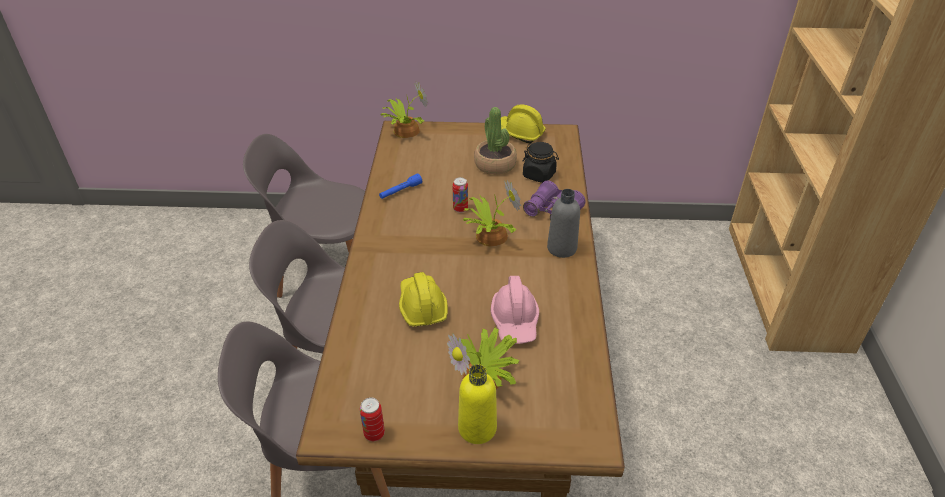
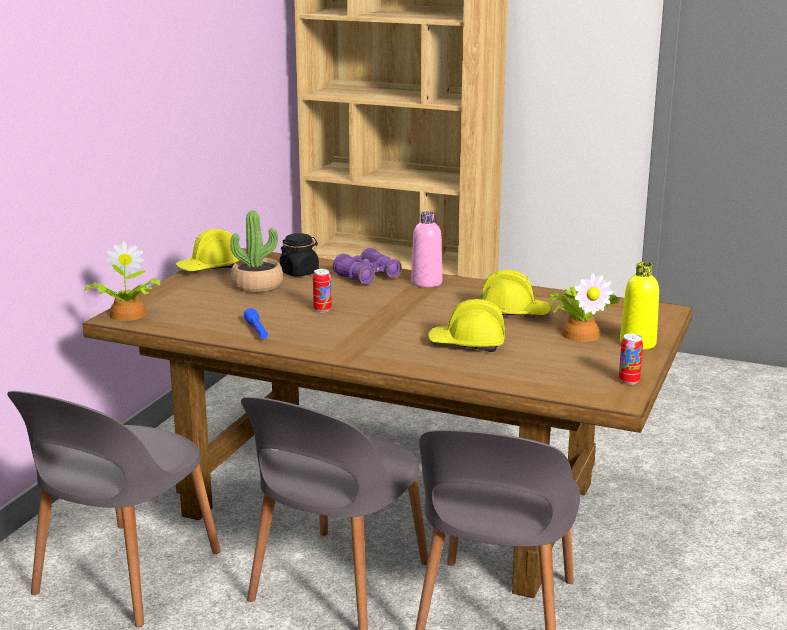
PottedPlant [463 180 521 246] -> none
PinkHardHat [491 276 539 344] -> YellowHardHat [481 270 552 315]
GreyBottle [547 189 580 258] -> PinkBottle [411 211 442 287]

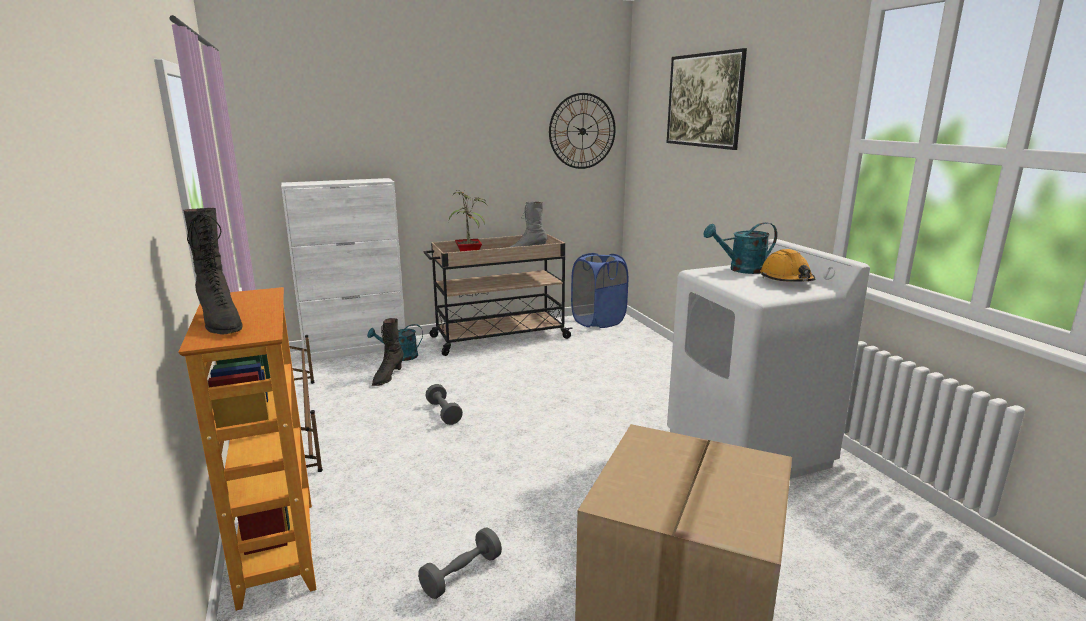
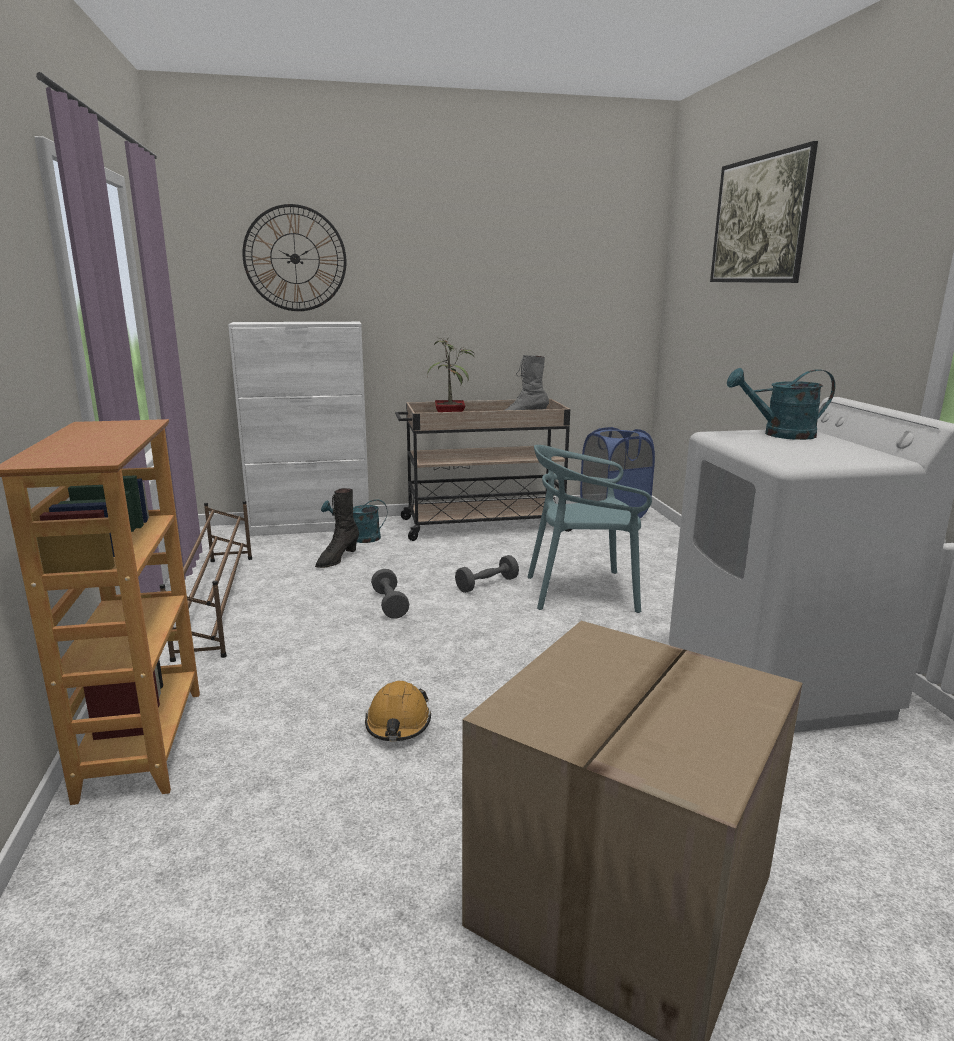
BlackBoot [183 208 243 335] -> none
GreyDumbbell [418 528 502 599] -> GreyDumbbell [455 555 519 593], move
WallClock [549 93 616 169] -> WallClock [242 204 346 311], move
OrangeHardHat [760 249 815 282] -> OrangeHardHat [365 681 431 741], move
none -> TurquoiseChair [528 445 652 613]

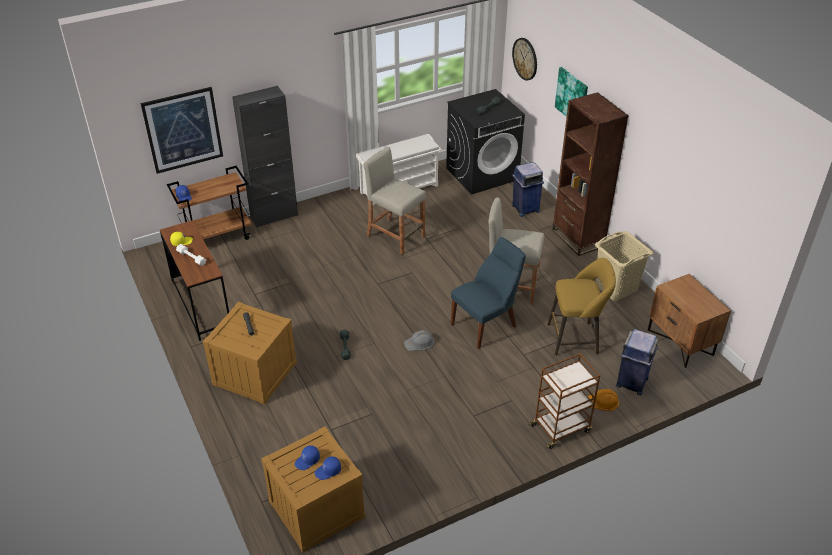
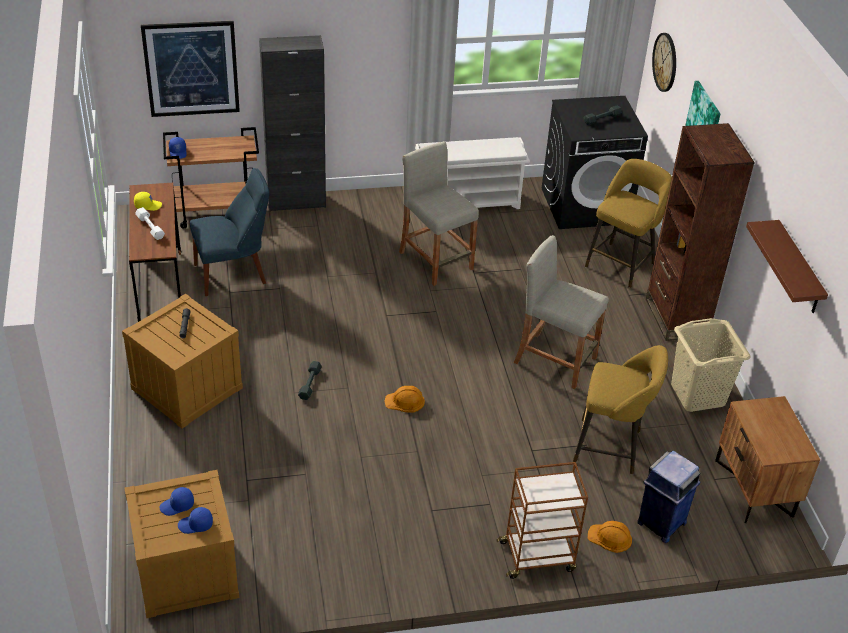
GreyHardHat [404 330 434 351] -> OrangeHardHat [385 386 425 413]
BlueChair [451 237 526 349] -> BlueChair [190 168 269 296], move
BlueTrashCan [512 162 544 217] -> YellowStool [585 159 672 288]
none -> BrownShelf [746 220 828 313]

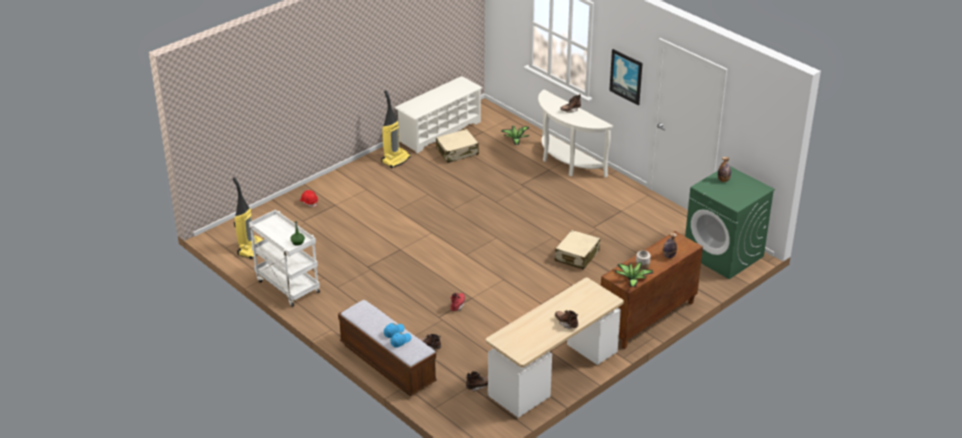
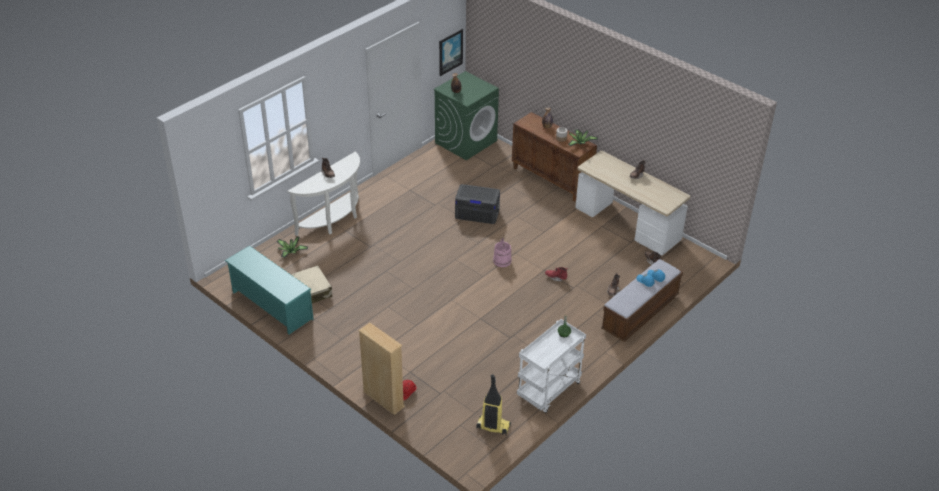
VacuumCleaner [381 90 411 168] -> none
WhiteShoeRack [395 76 482 153] -> TurquoiseShoeRack [225 246 314 335]
BeigeSuitcase [555 230 600 270] -> GreyStorageBox [455 184 500 224]
Picture [609 49 643 105] -> Picture [439 29 463 76], move
none -> BeigeBookcase [359 323 405 415]
none -> PinkBucket [493 237 512 267]

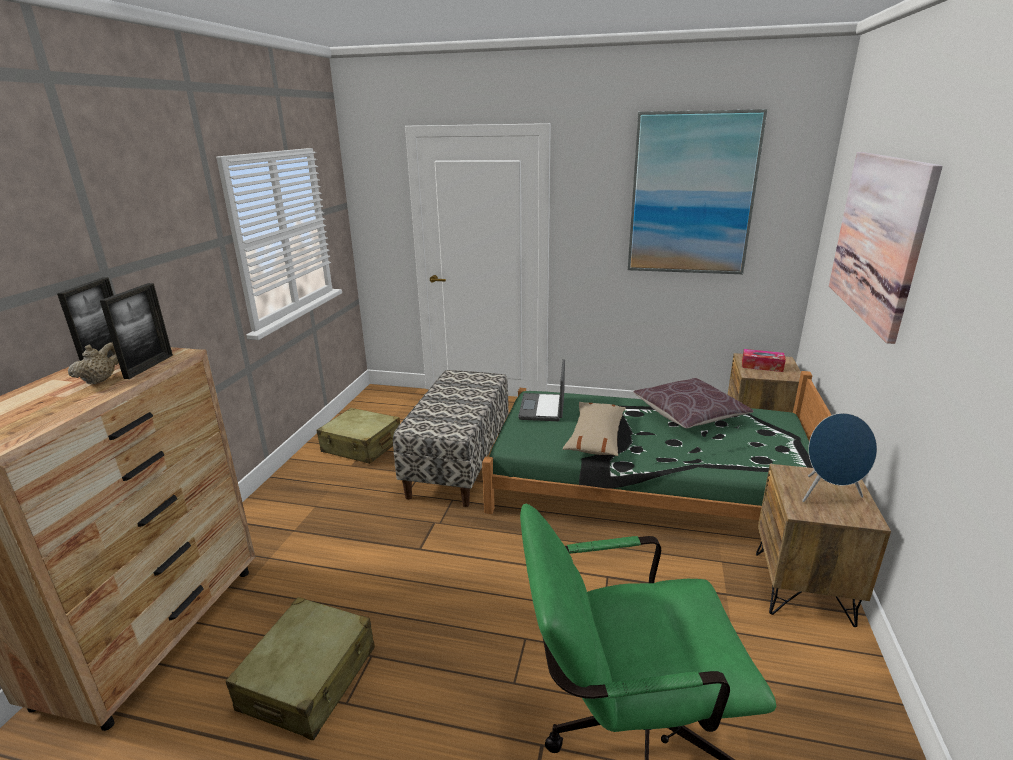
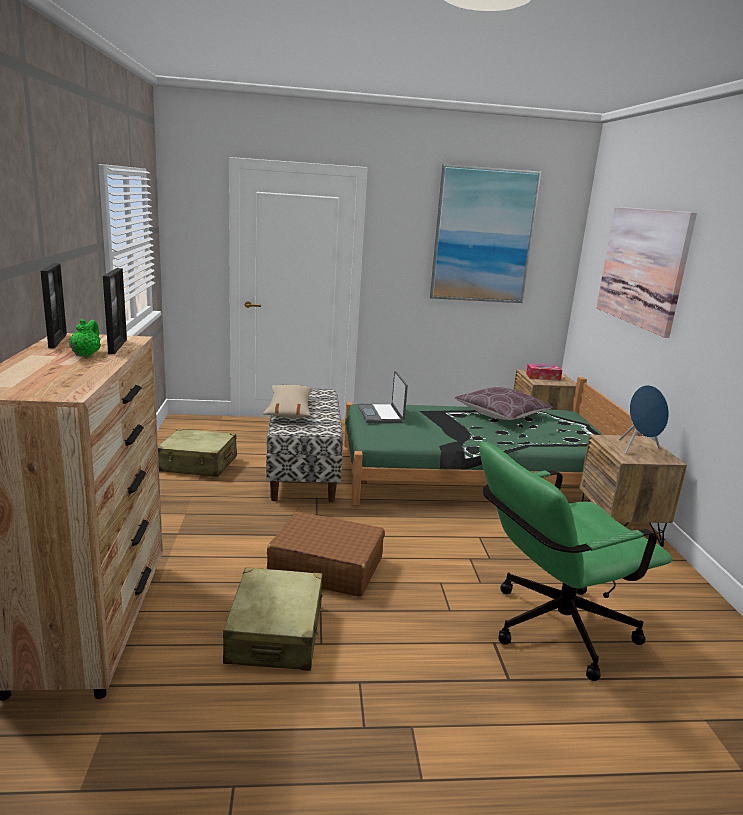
BeigeTeapot [68 342 119 384] -> GreenTeapot [69 319 101 357]
BeigePillow [563 402 626 456] -> BeigePillow [263 385 313 418], move
none -> BrownSuitcase [267 512 385 597]

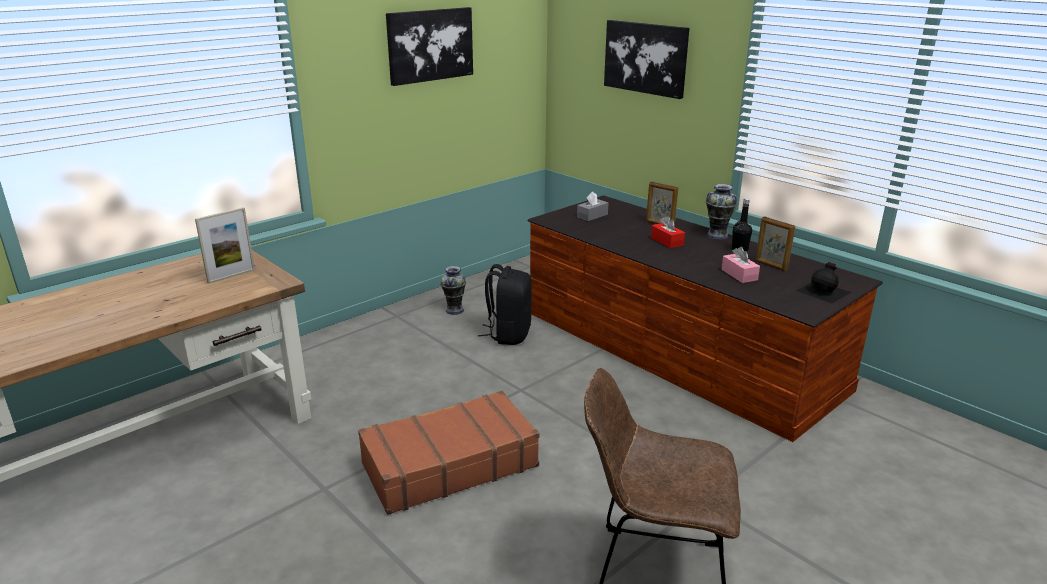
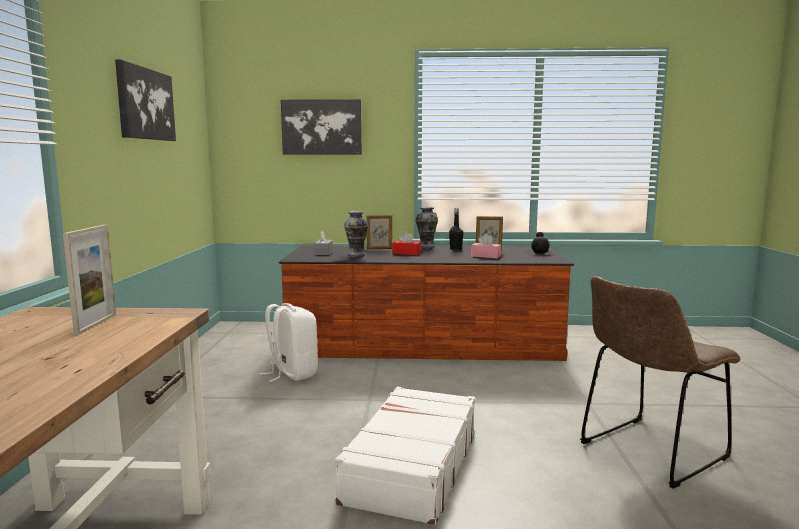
BrownSuitcase [358 391 539 515] -> WhiteSuitcase [335 387 475 525]
Vase [440 266 466 315] -> Vase [344 211 368 257], move
BlackBackpack [478 264 532 345] -> WhiteBackpack [260 303 318 382]

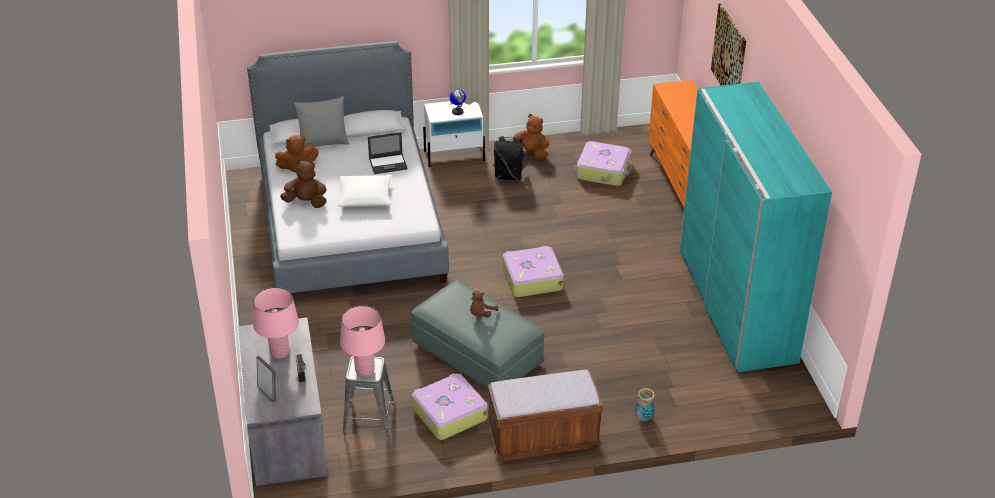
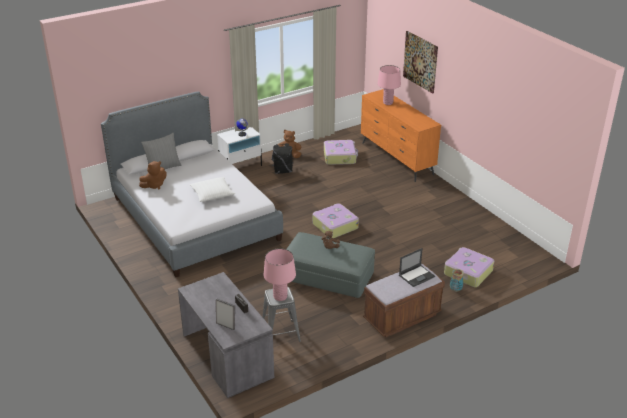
PinkTableLamp [253 287 299 359] -> PinkTableLamp [378 65 401 105], move
BrownPlushToy [280 159 327 208] -> none
Laptop [368 132 408 174] -> Laptop [399 248 435 287], move
Suitcase [412 373 487 440] -> Suitcase [444 247 494 287], move
TurquoiseWardrobe [679 82 832 372] -> none

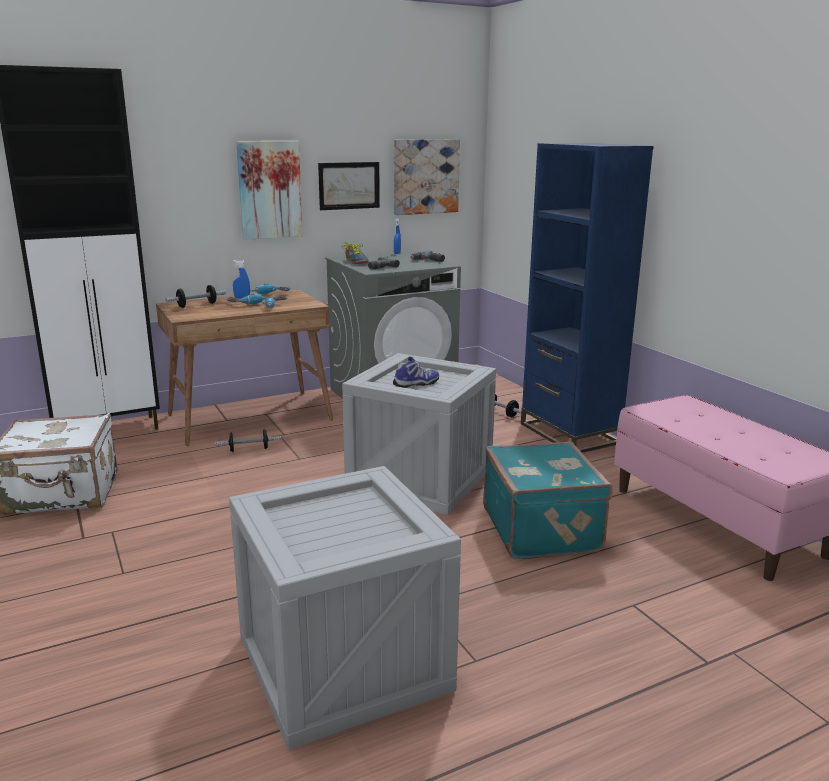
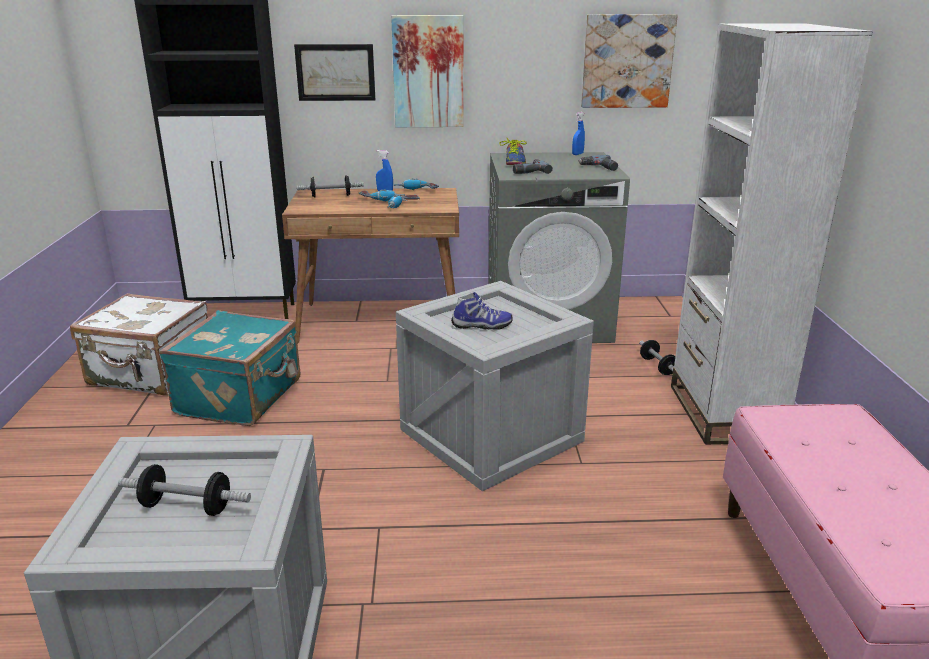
Dumbbell [215 430 281 452] -> Dumbbell [118 464 251 516], move
Picture [318 162 380 210] -> Picture [294 44 375 101], move
TurquoiseSuitcase [483 441 613 559] -> TurquoiseSuitcase [159 310 301 426], move
BlueBookcase [521 143 654 453] -> WhiteBookcase [671 23 873 445]

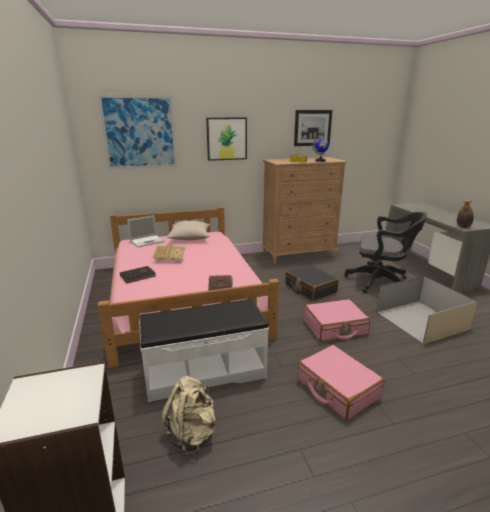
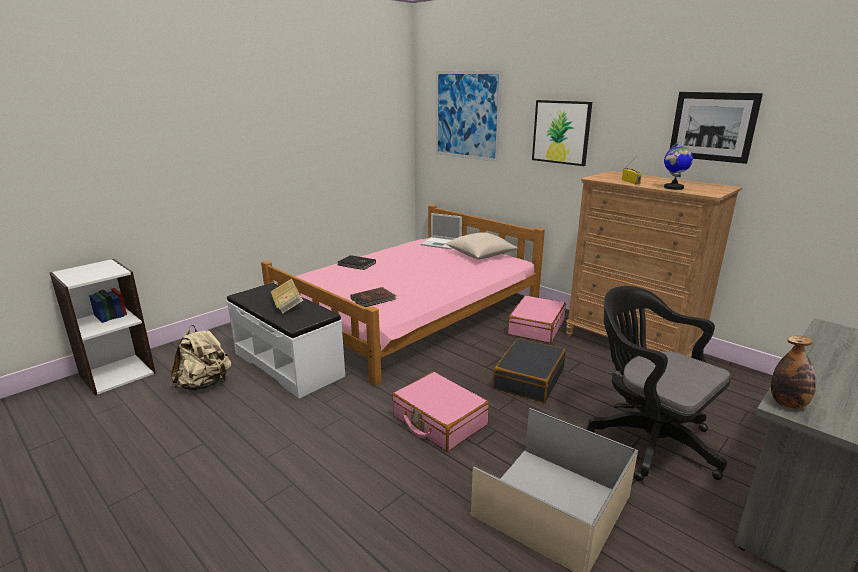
Book [152 245 186 263] -> Book [271 279 303 314], move
PinkSuitcase [298 345 385 421] -> PinkSuitcase [507 296 566 343], move
BlackOfficeChair [345 212 427 293] -> BlackOfficeChair [586 286 730 481], 150 degrees clockwise

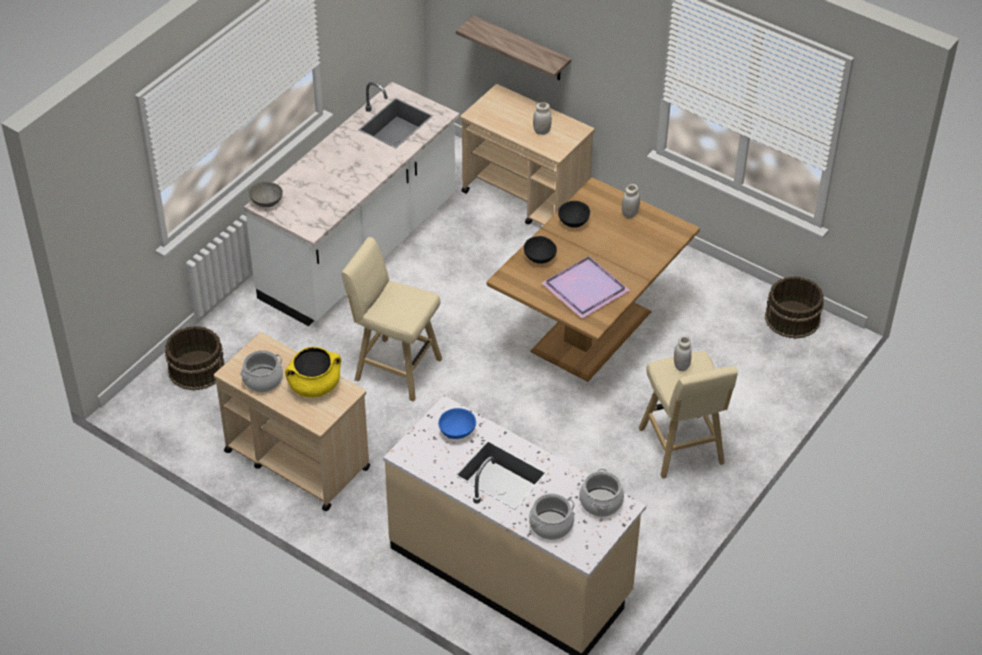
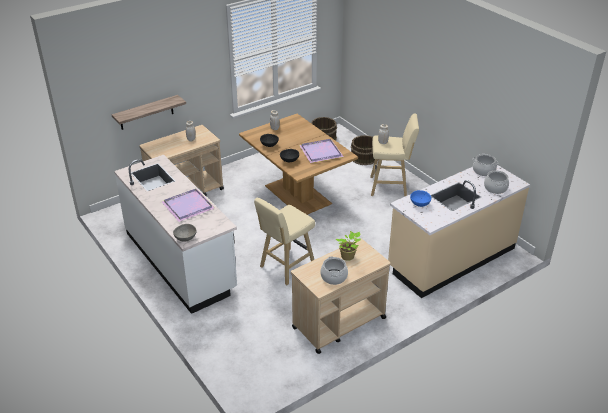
BrownBucket [165 326 225 391] -> BrownBucket [351 135 375 165], move
YellowCookingPot [285 347 341 397] -> PottedPlant [336 231 361 261]
none -> PurpleTray [162 189 215 222]

